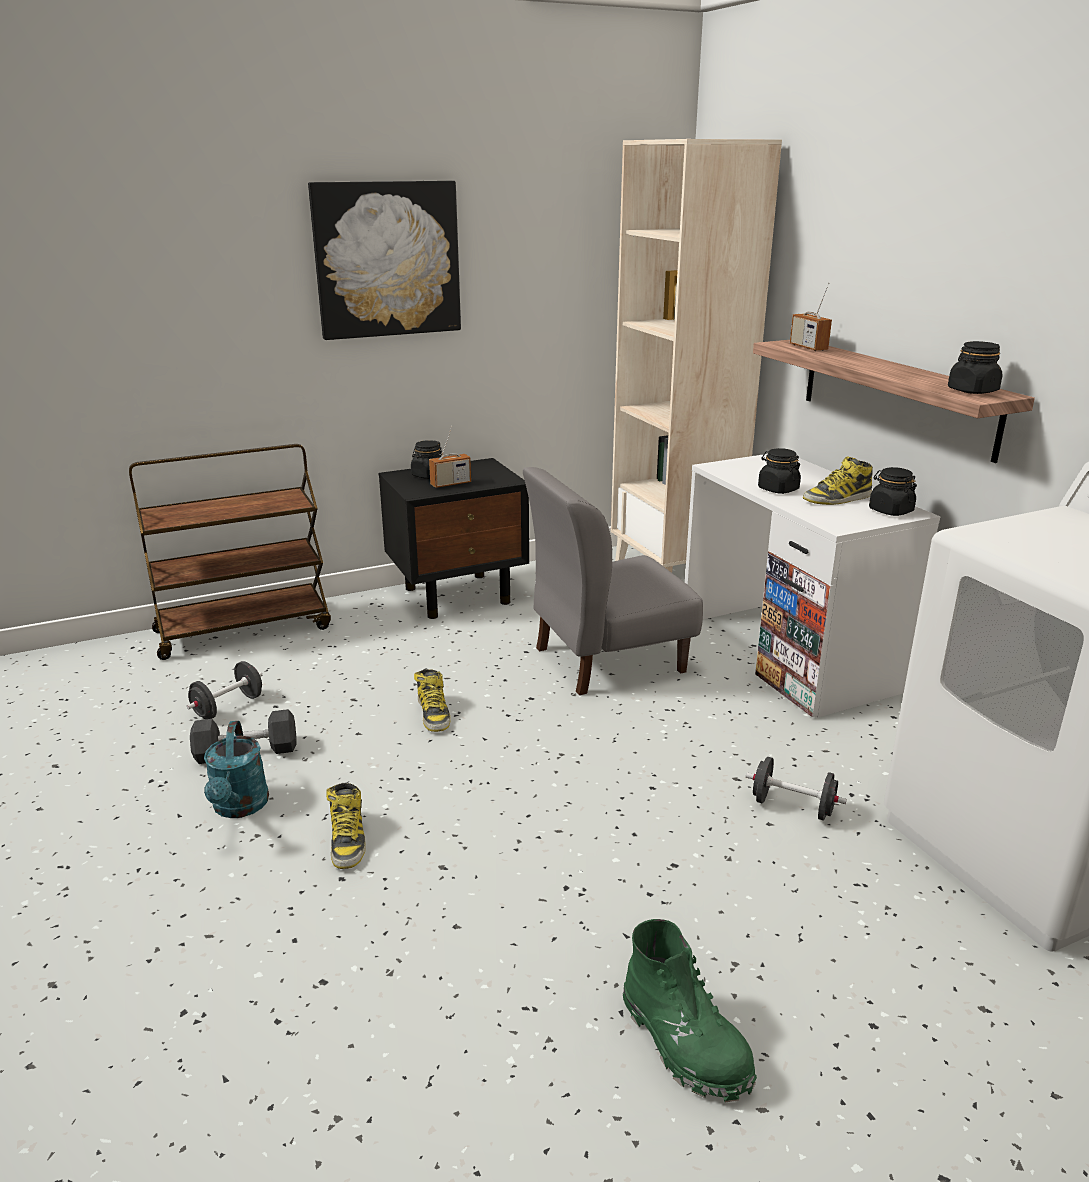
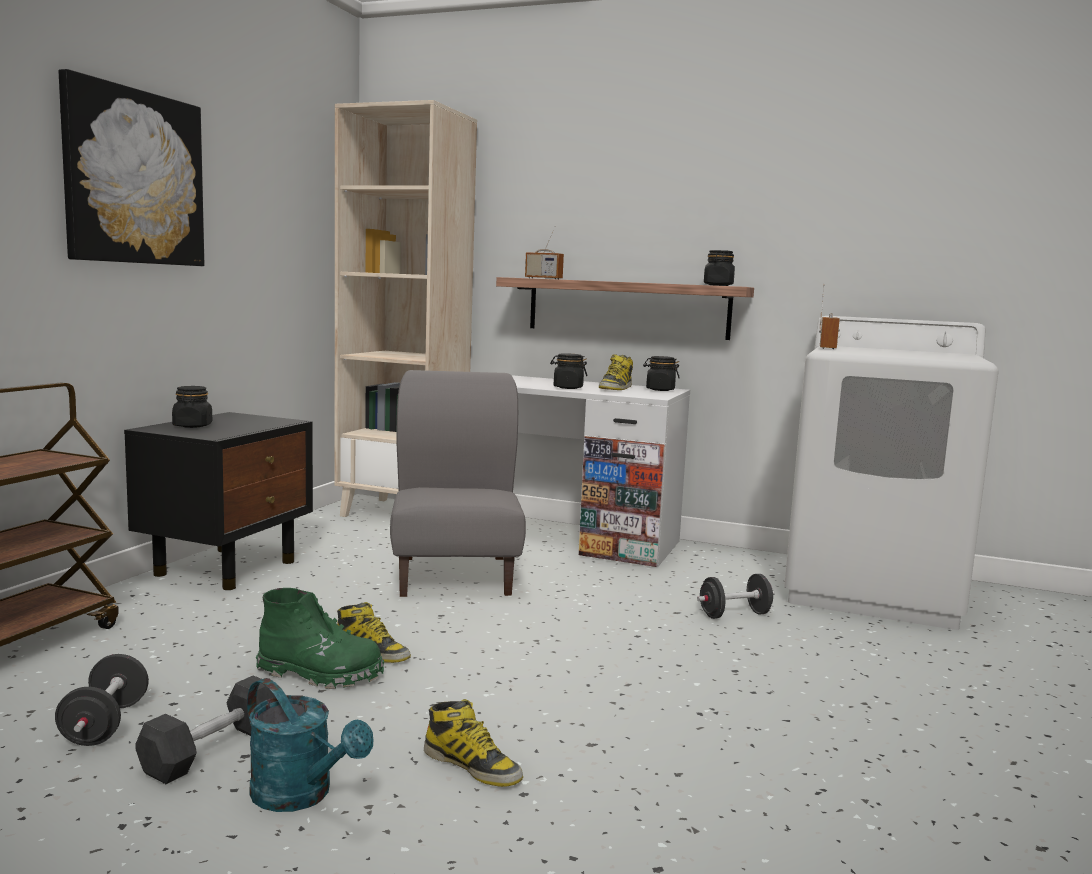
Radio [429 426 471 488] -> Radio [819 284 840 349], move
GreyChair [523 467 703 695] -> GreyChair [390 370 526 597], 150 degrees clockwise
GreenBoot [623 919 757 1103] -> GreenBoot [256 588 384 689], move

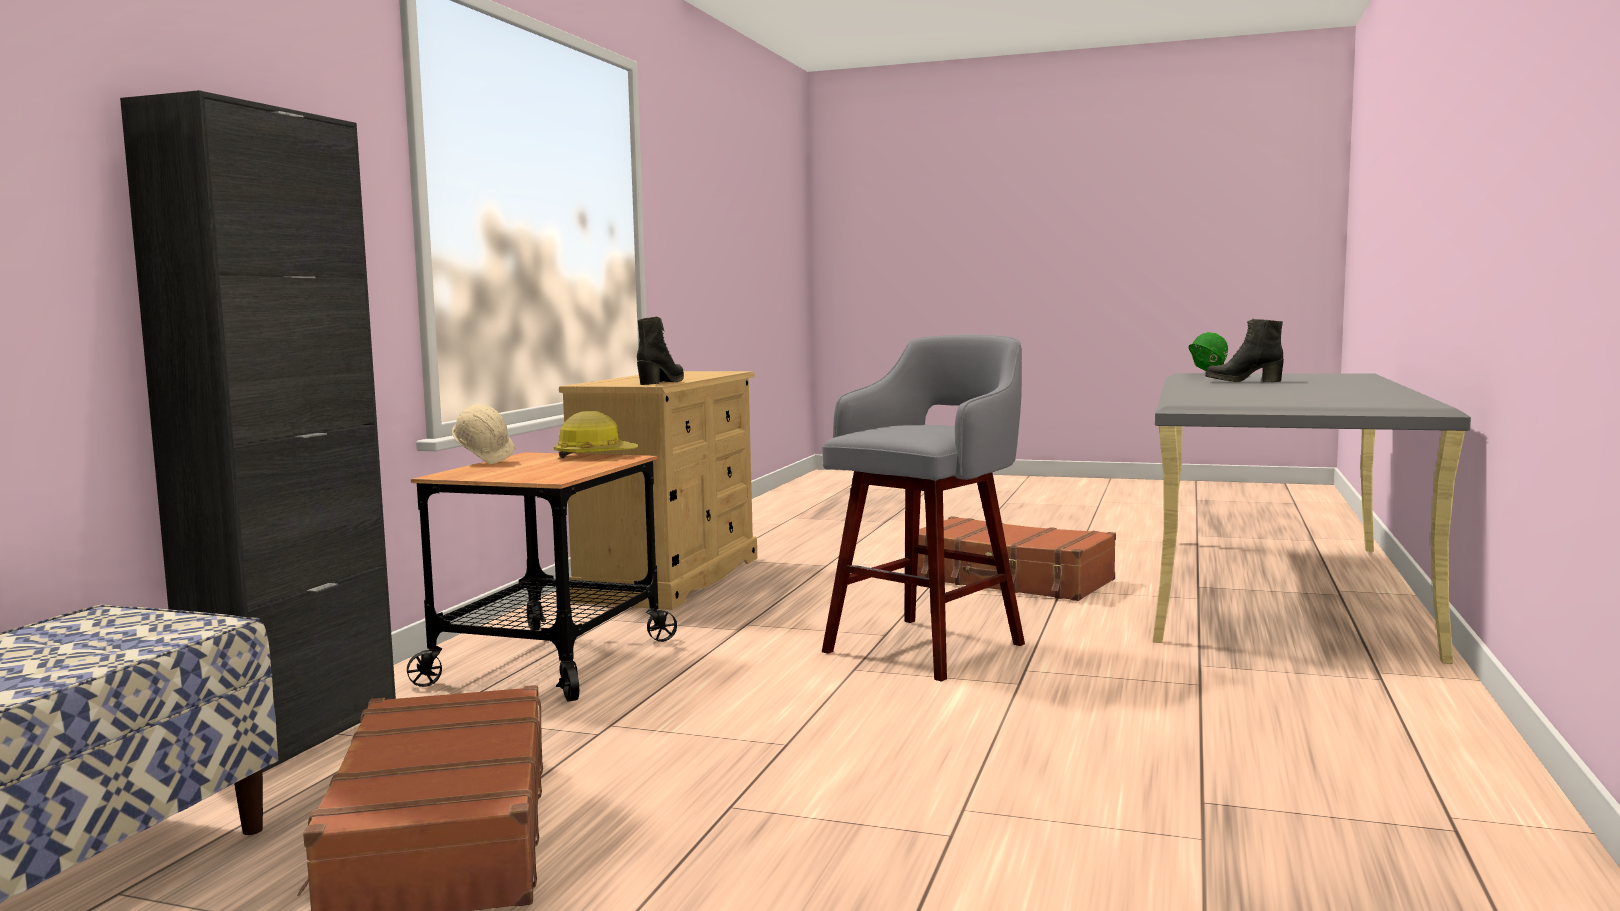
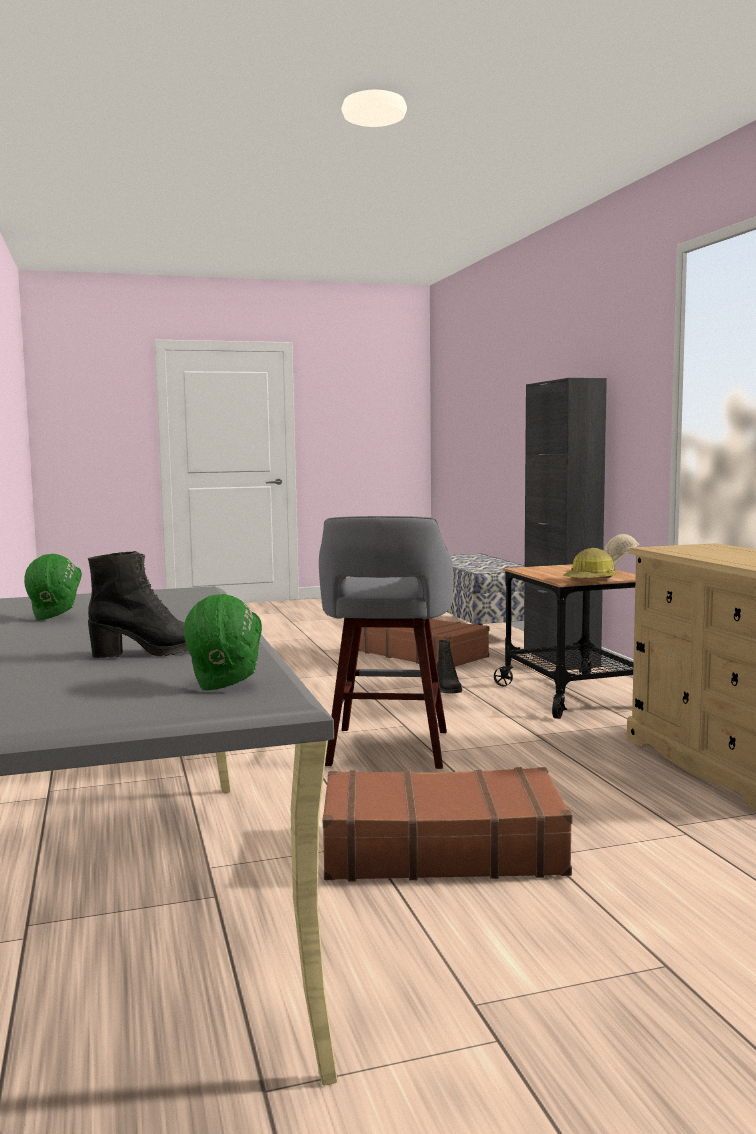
BlackBoot [637 317 684 385] -> BlackBoot [437 640 462 693], move
none -> GreenHardHat [24 554 82 620]

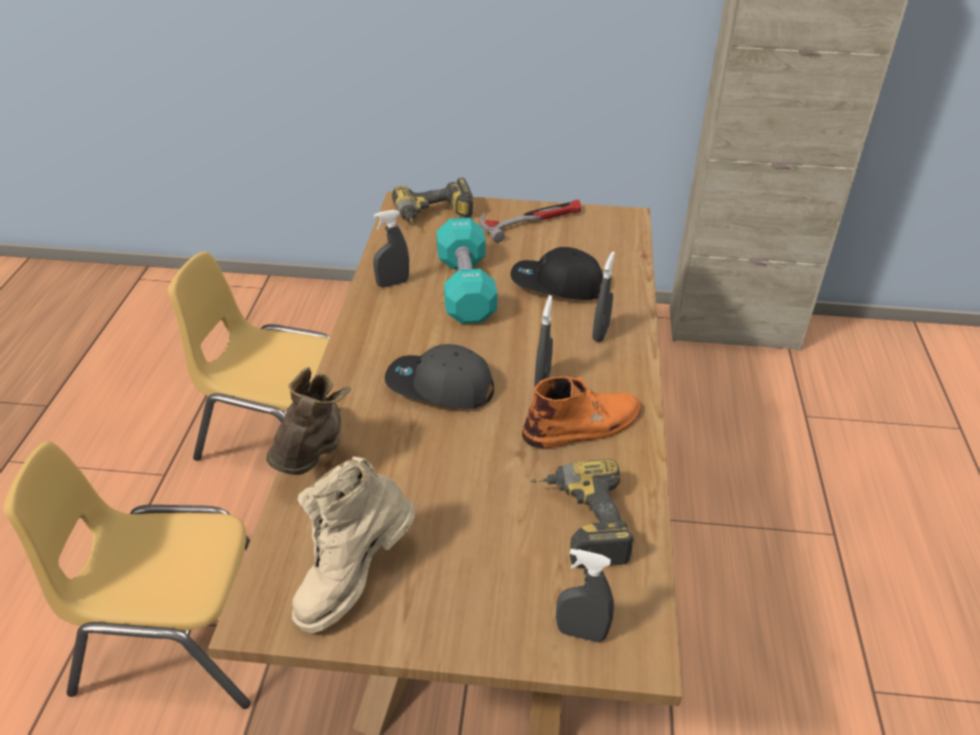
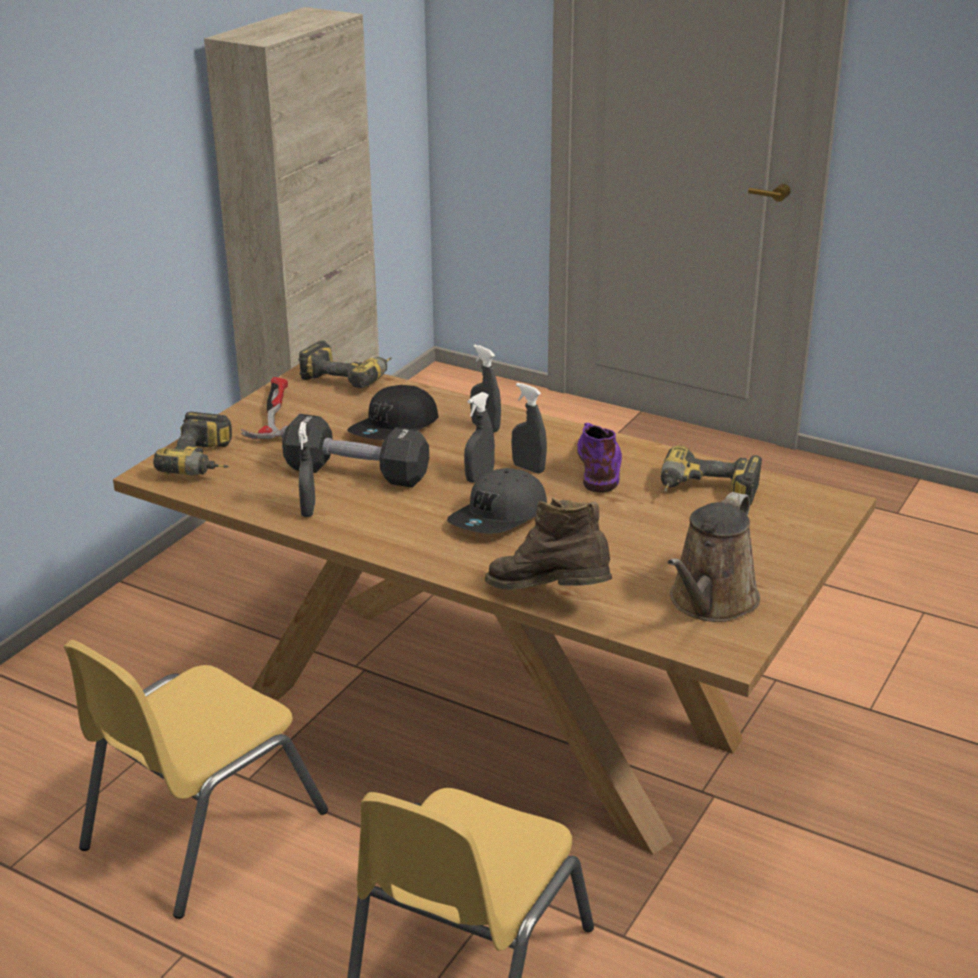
BeigeBoot [292 457 415 633] -> BrownWateringCan [668 492 760 622]
TurquoiseDumbbell [437 218 497 324] -> BlackDumbbell [282 414 429 488]
OrangeBoot [522 376 641 448] -> PurpleBoot [577 423 622 493]
GreySprayBottle [556 549 614 643] -> GreySprayBottle [464 392 495 483], move
none -> PowerDrill [299 341 392 388]

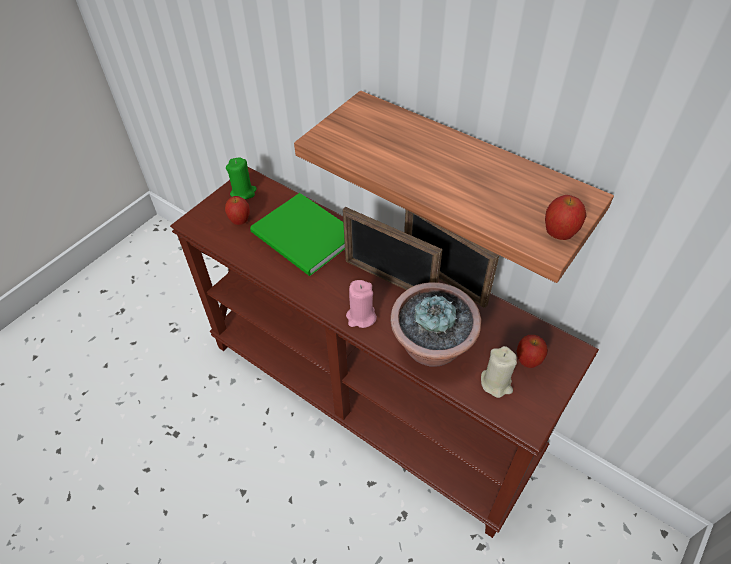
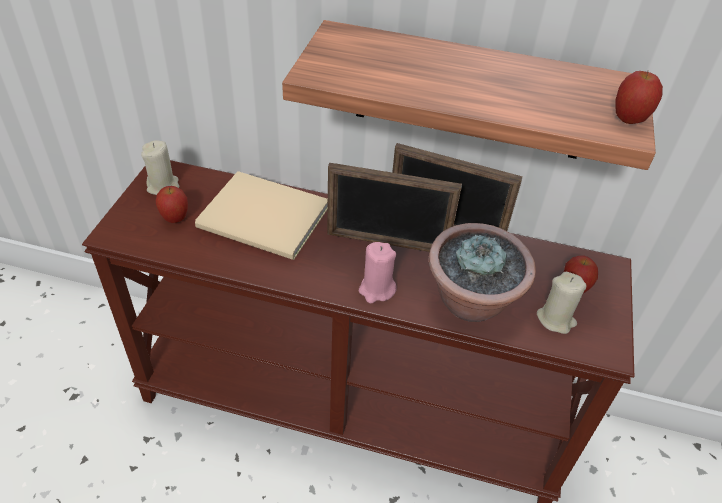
GreenCandle [226 157 257 200] -> BeigeCandle [141 140 179 195]
GreenBook [250 193 345 276] -> BeigeBook [195 171 328 260]

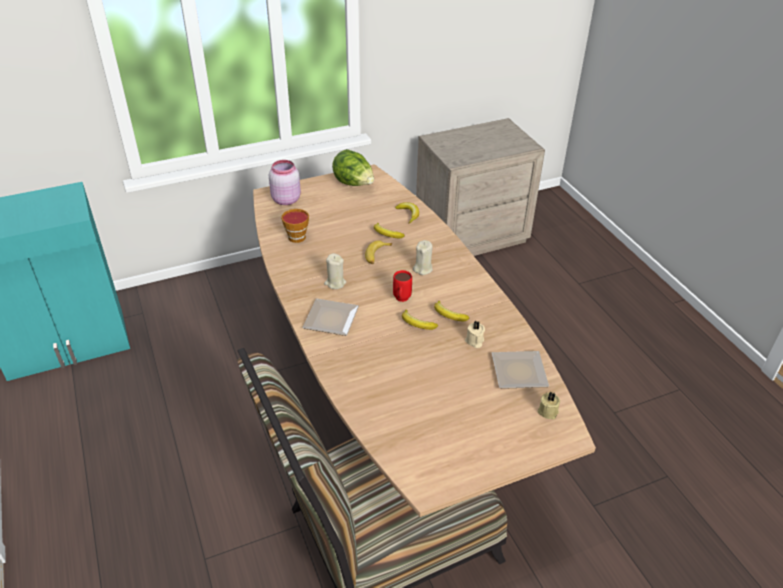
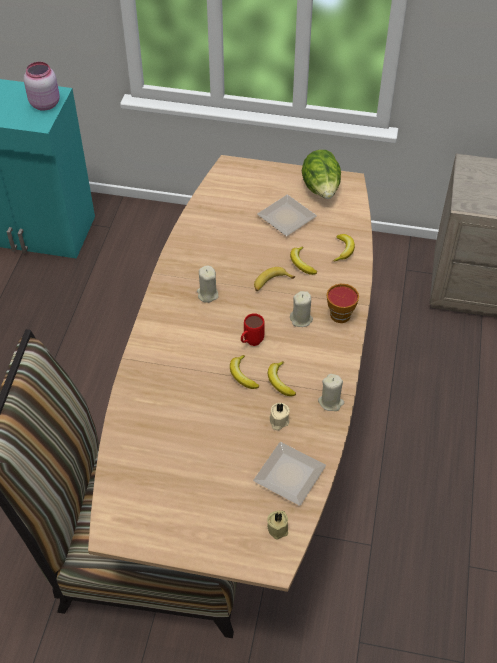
PinkJar [269 160 301 205] -> PinkJar [24 62 60 111], move
Cup [281 209 309 243] -> Cup [327 284 359 323], move
Plate [303 299 359 336] -> Plate [257 195 317 236], move
none -> BeigeCandle [318 374 344 411]

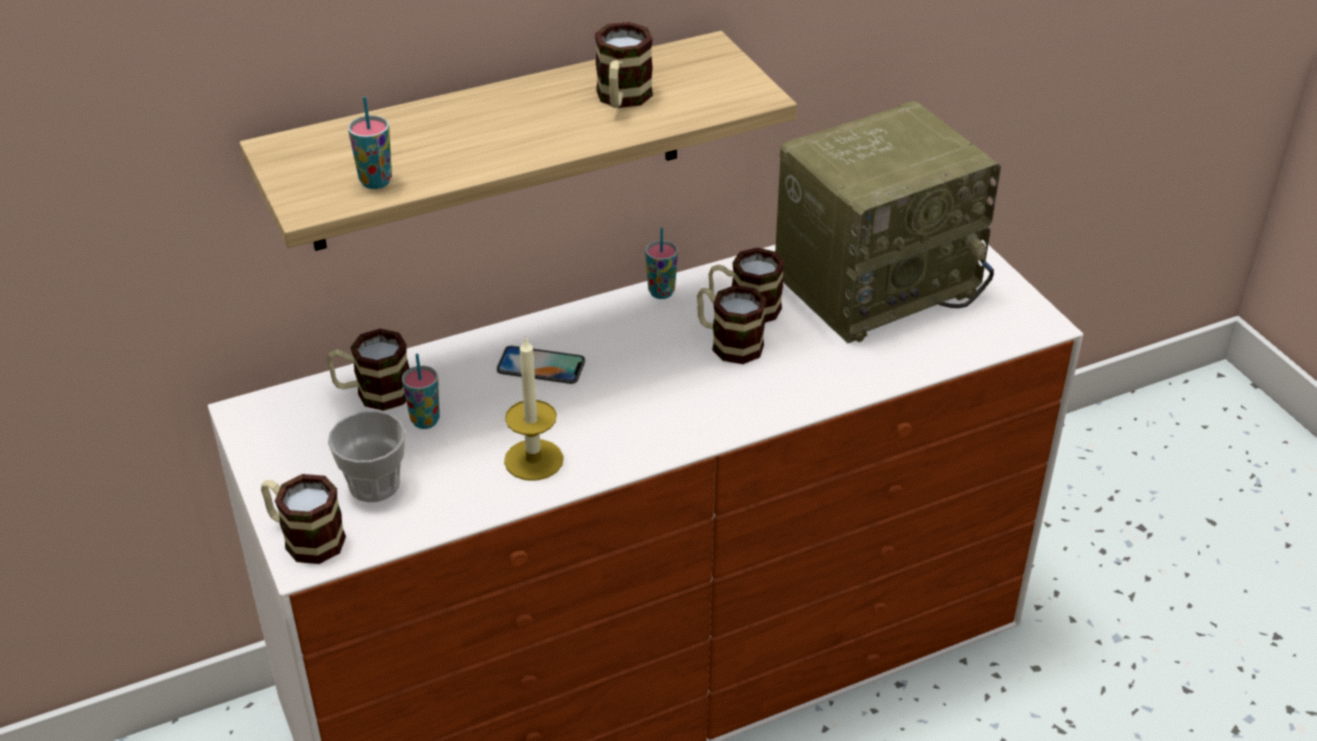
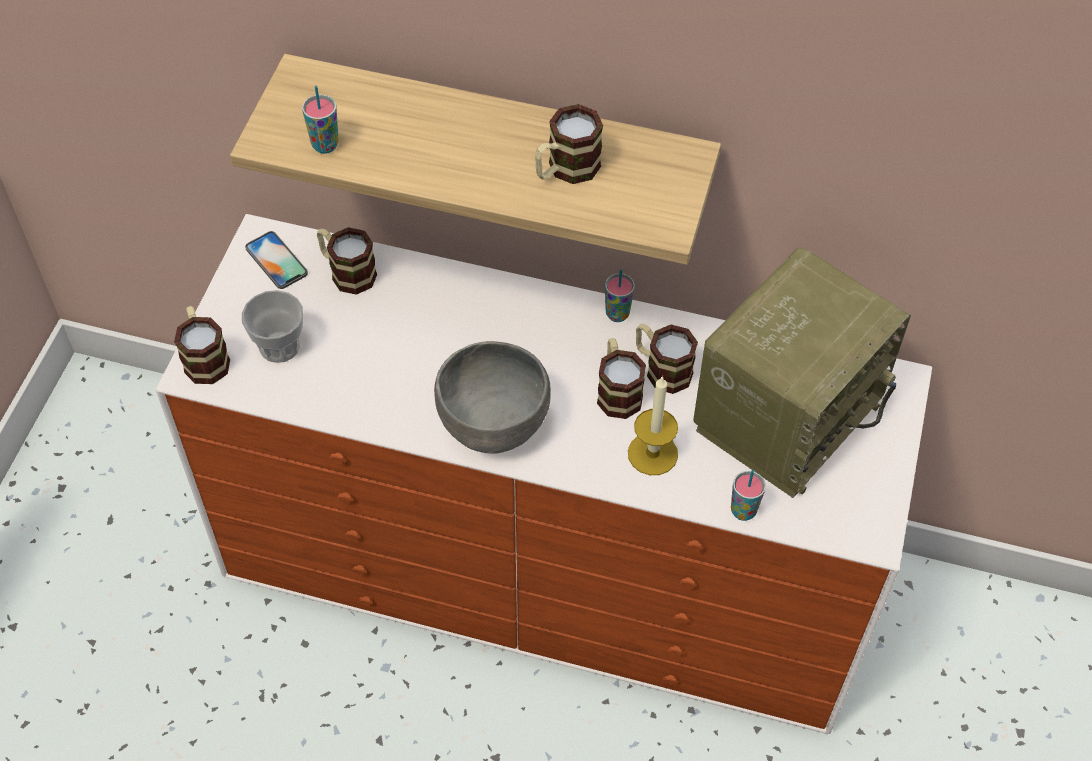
Cup [402 354 440 429] -> Cup [731 470 766 521], move
Phone [497 346 585 384] -> Phone [245 231 308 289], move
Candle [504 335 564 481] -> Candle [628 376 678 475], move
Radio [775 101 1001 343] -> Radio [693 247 911 498], 60 degrees counterclockwise
none -> GreyBowl [434 341 551 454]

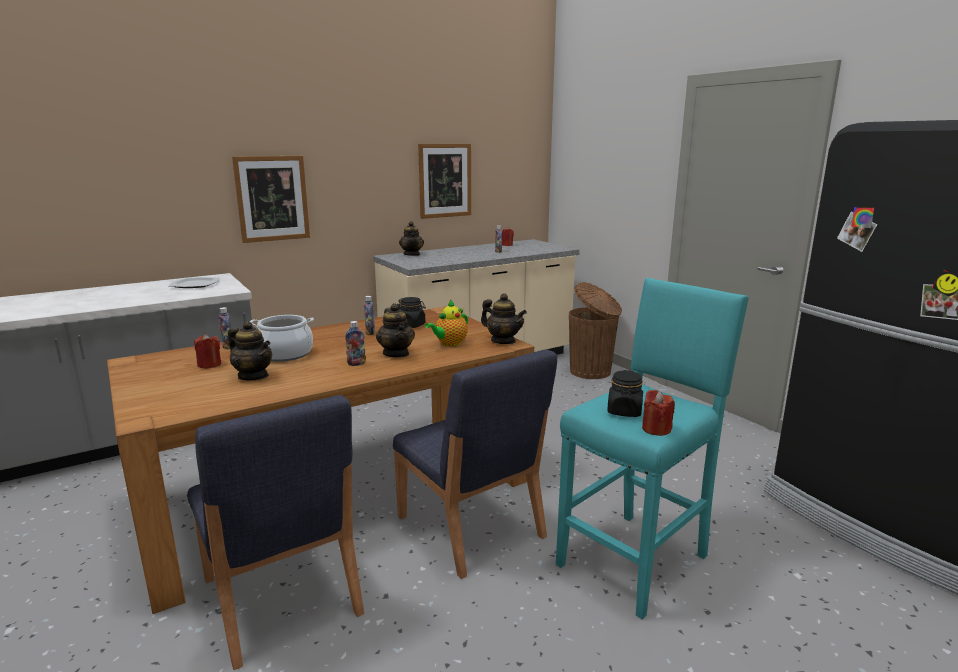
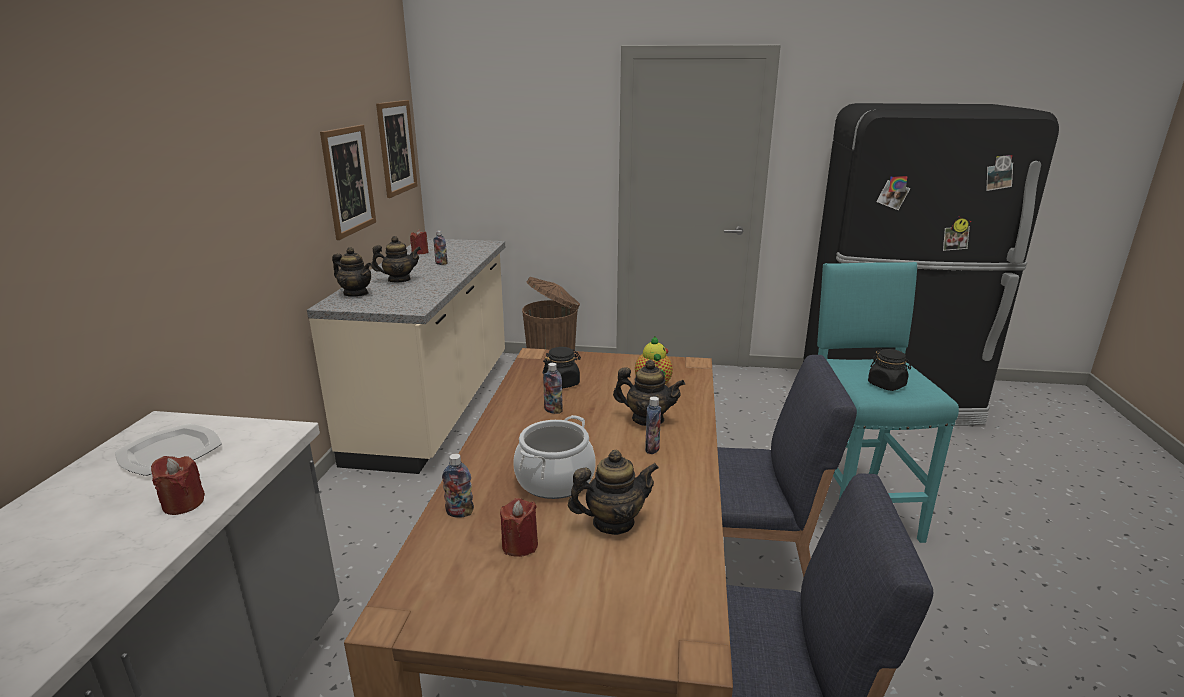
Picture [232 156 310 243] -> Picture [376 100 418 198], move
Teapot [481 293 527 344] -> Teapot [371 236 421 283], move
RedCandle [642 390 675 436] -> RedCandle [151 456 205 515], move

